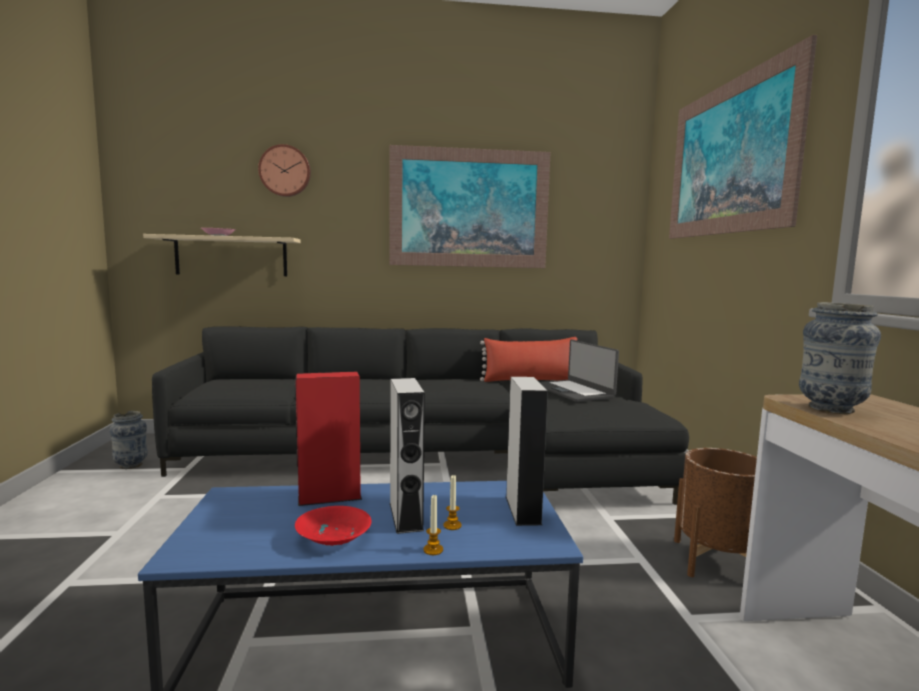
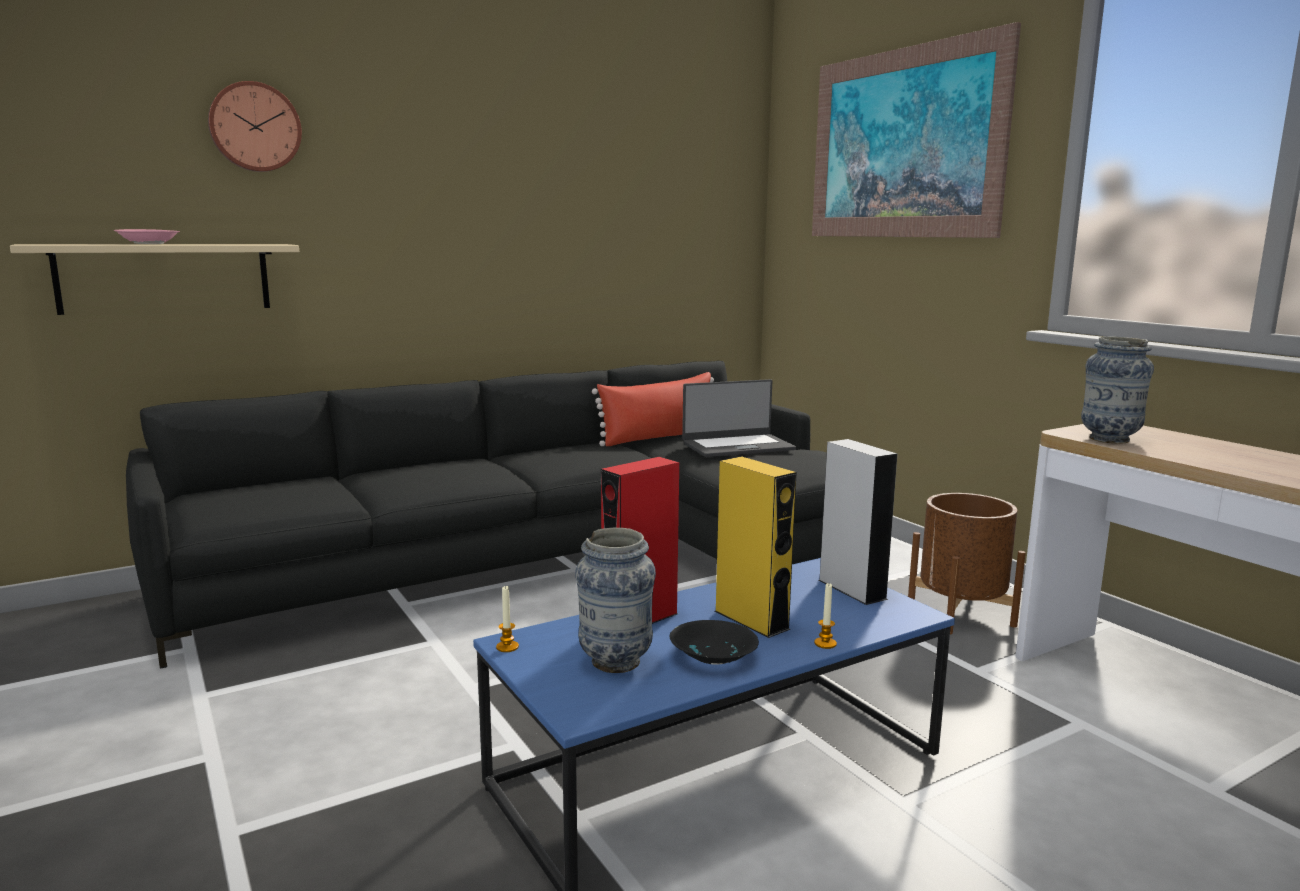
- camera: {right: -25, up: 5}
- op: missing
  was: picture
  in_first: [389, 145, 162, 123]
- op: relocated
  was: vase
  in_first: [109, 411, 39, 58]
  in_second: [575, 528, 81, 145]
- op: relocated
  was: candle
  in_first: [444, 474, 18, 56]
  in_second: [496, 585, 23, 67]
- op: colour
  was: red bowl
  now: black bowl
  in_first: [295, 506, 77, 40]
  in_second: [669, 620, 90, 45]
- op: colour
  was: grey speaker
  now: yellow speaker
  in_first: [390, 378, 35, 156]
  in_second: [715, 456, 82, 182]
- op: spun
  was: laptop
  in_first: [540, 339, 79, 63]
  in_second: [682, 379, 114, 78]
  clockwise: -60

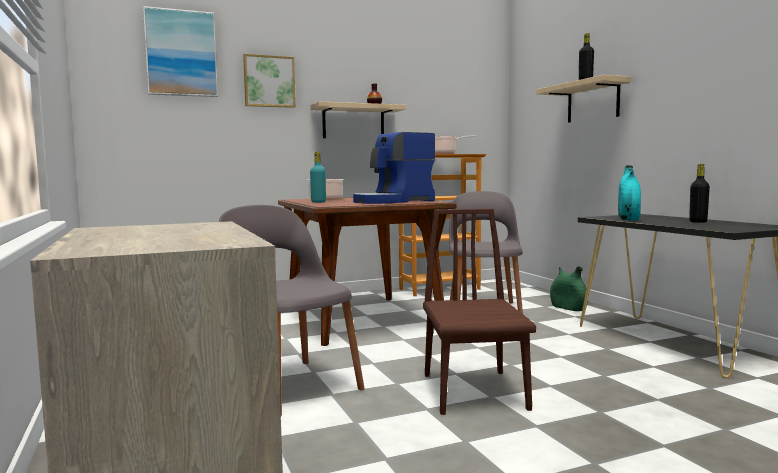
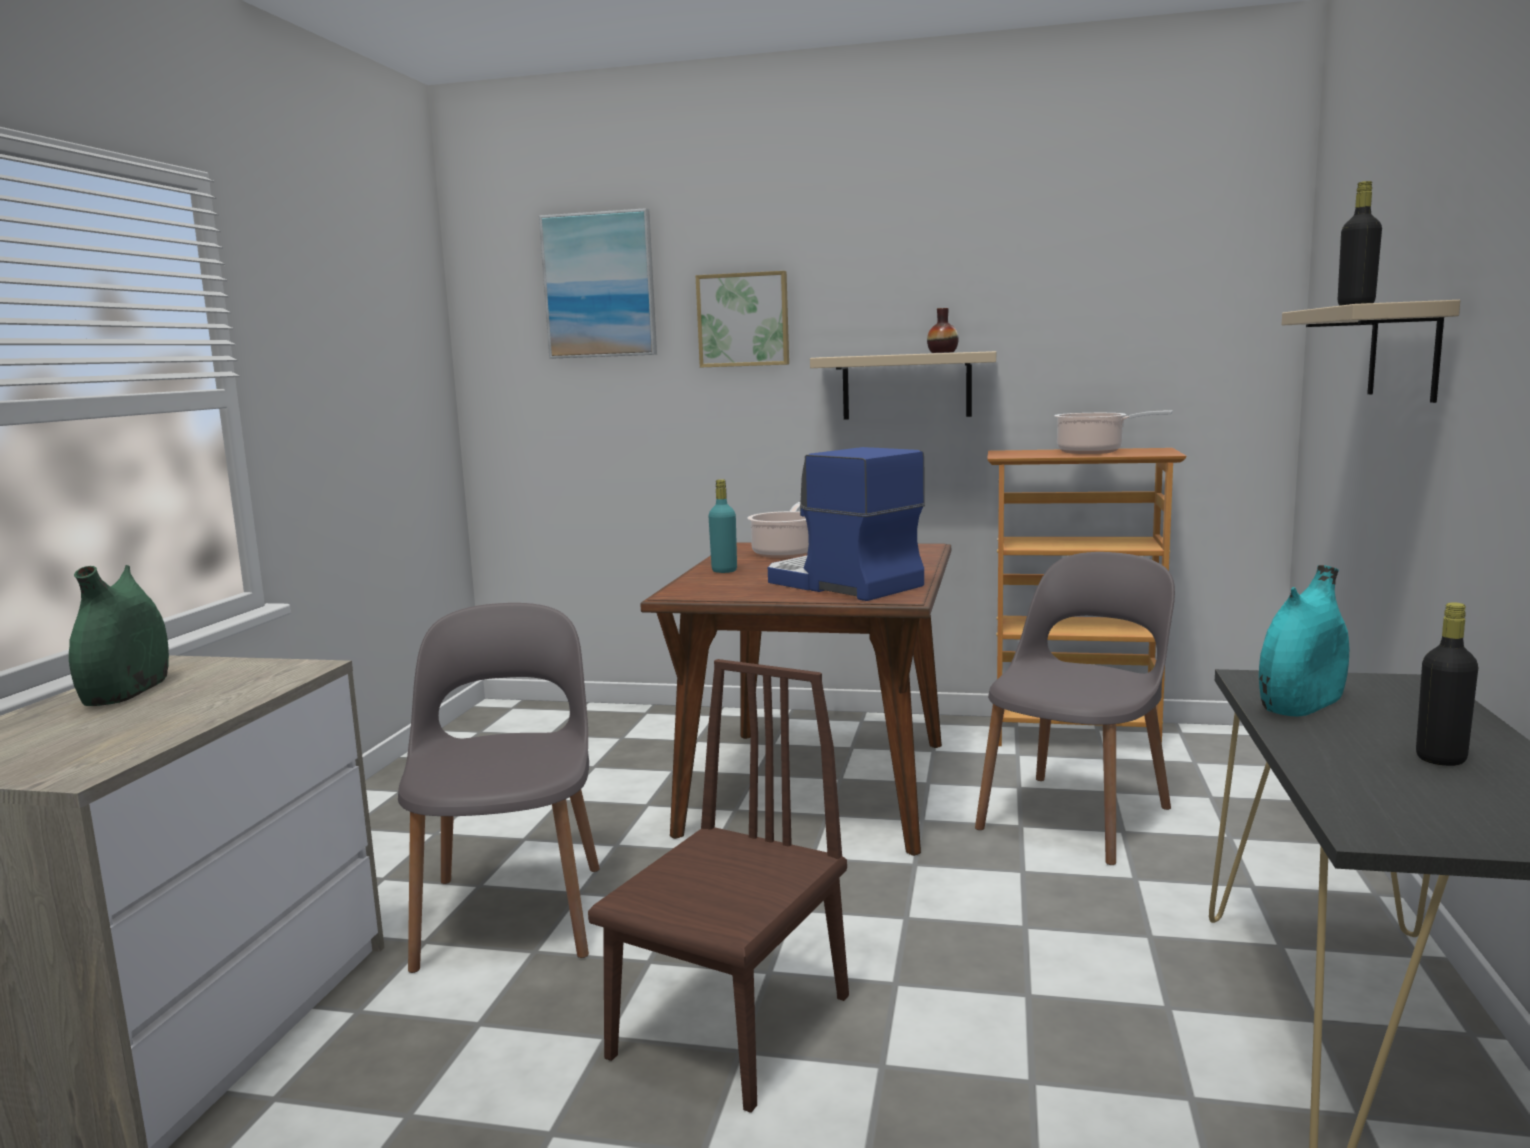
- camera: {right: 35, up: 5}
- op: relocated
  was: green vase
  in_first: [550, 266, 38, 45]
  in_second: [69, 565, 100, 141]
- op: spun
  was: coffee machine
  in_first: [353, 132, 82, 72]
  in_second: [768, 447, 157, 154]
  clockwise: 45

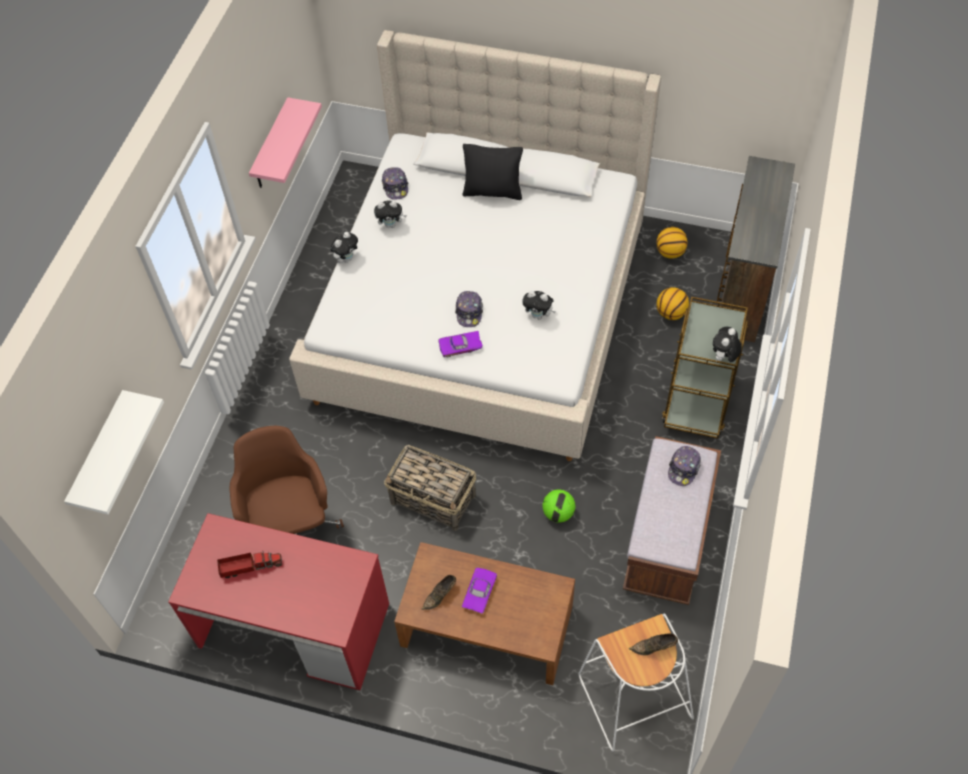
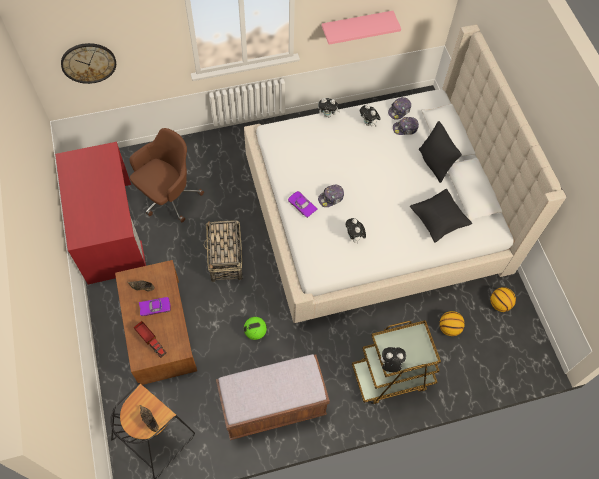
- camera: {right: 55, up: 5}
- op: missing
  was: brown dresser
  in_first: [717, 156, 78, 186]
- op: appeared
  now: black pillow
  in_second: [410, 189, 62, 53]
- op: relocated
  was: toy truck
  in_first: [217, 550, 65, 28]
  in_second: [134, 321, 33, 37]
- op: relocated
  was: cap
  in_first: [668, 446, 33, 40]
  in_second: [393, 117, 26, 18]
- op: exchanged
  was: white shelf
  now: wall clock
  in_first: [64, 390, 100, 125]
  in_second: [61, 43, 55, 41]
- op: colour
  was: white stool
  now: black stool
  in_first: [579, 613, 115, 138]
  in_second: [110, 383, 85, 96]

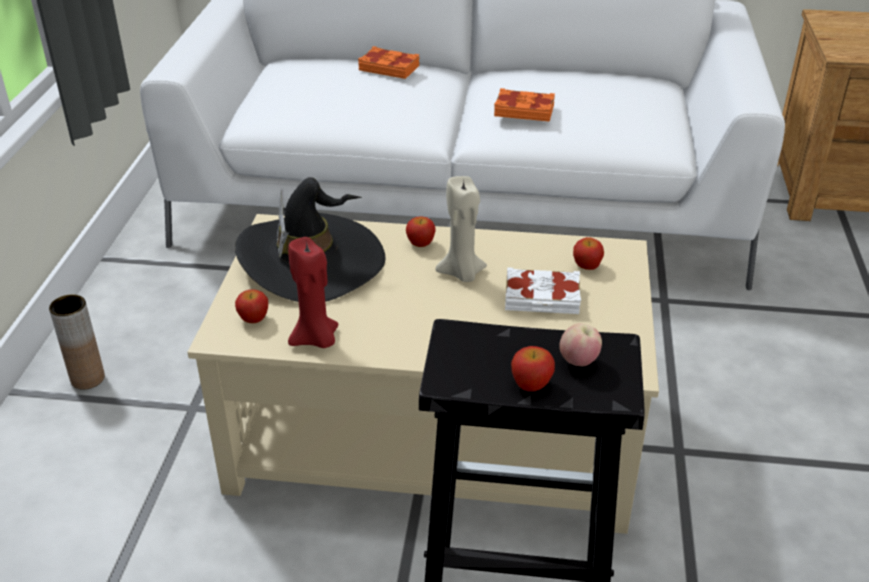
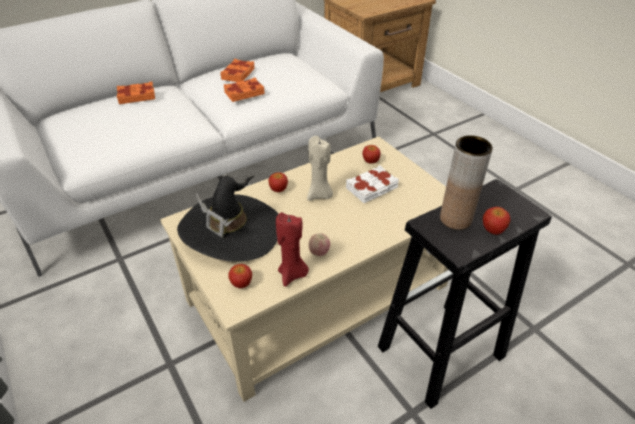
- camera: {right: -40, up: 5}
- op: appeared
  now: orange book
  in_second: [220, 59, 35, 23]
- op: relocated
  was: brown vase
  in_first: [49, 294, 56, 95]
  in_second: [440, 135, 53, 95]
- op: relocated
  was: apple
  in_first: [559, 323, 43, 43]
  in_second: [309, 233, 21, 23]

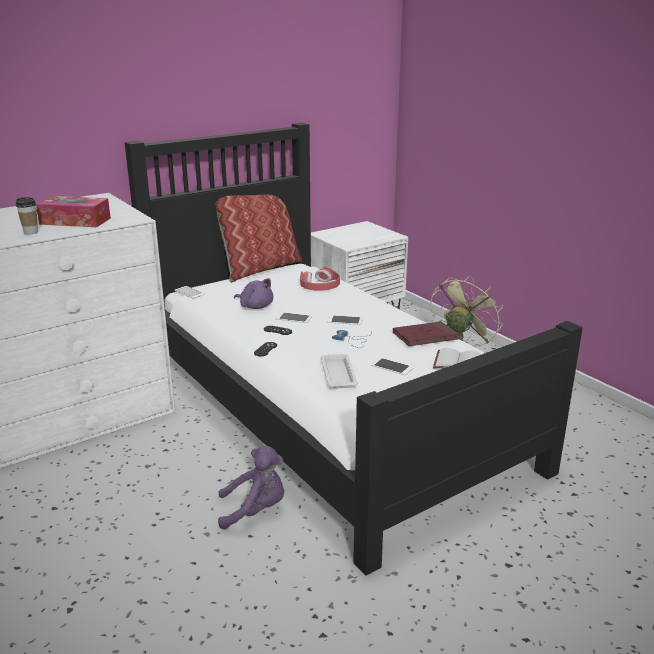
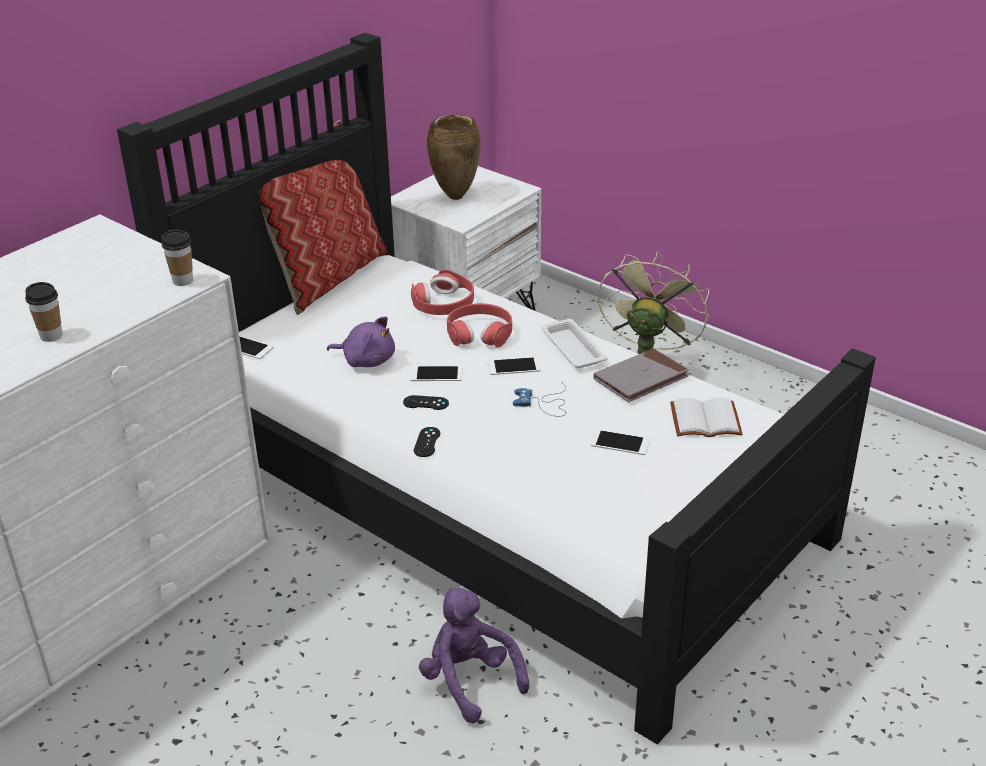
- camera: {right: -15, up: 10}
- op: missing
  was: tissue box
  in_first: [36, 196, 75, 31]
- op: appeared
  now: cup
  in_second: [161, 230, 32, 56]
- op: appeared
  now: brown vase
  in_second: [427, 115, 53, 85]
- op: appeared
  now: red headphones
  in_second: [447, 303, 65, 45]
- op: relocated
  was: white tray
  in_first: [321, 354, 37, 35]
  in_second: [541, 319, 66, 49]
- op: colour
  was: red book
  now: grey book
  in_first: [393, 321, 66, 25]
  in_second: [593, 348, 96, 54]
- op: spun
  was: purple plush toy
  in_first: [218, 446, 66, 84]
  in_second: [419, 588, 110, 136]
  clockwise: -105

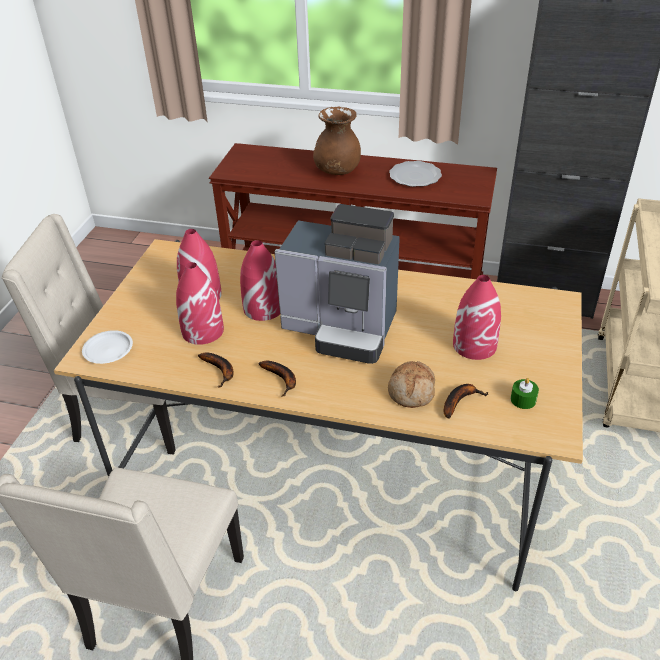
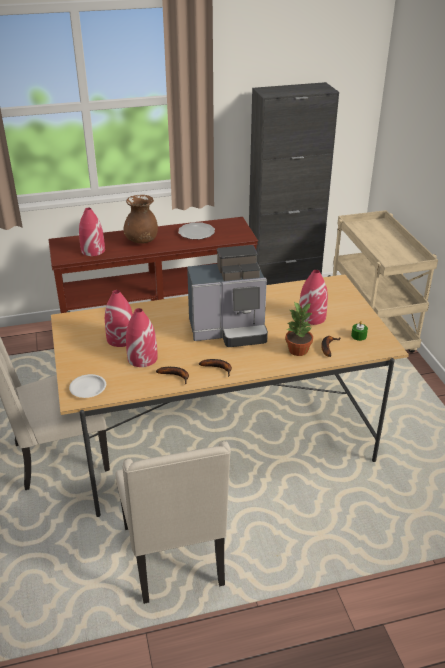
- camera: {right: -30, up: -5}
- op: relocated
  was: red vase
  in_first: [240, 240, 40, 81]
  in_second: [79, 208, 26, 48]
- op: exchanged
  was: bread
  now: potted plant
  in_first: [388, 361, 47, 47]
  in_second: [285, 302, 28, 54]

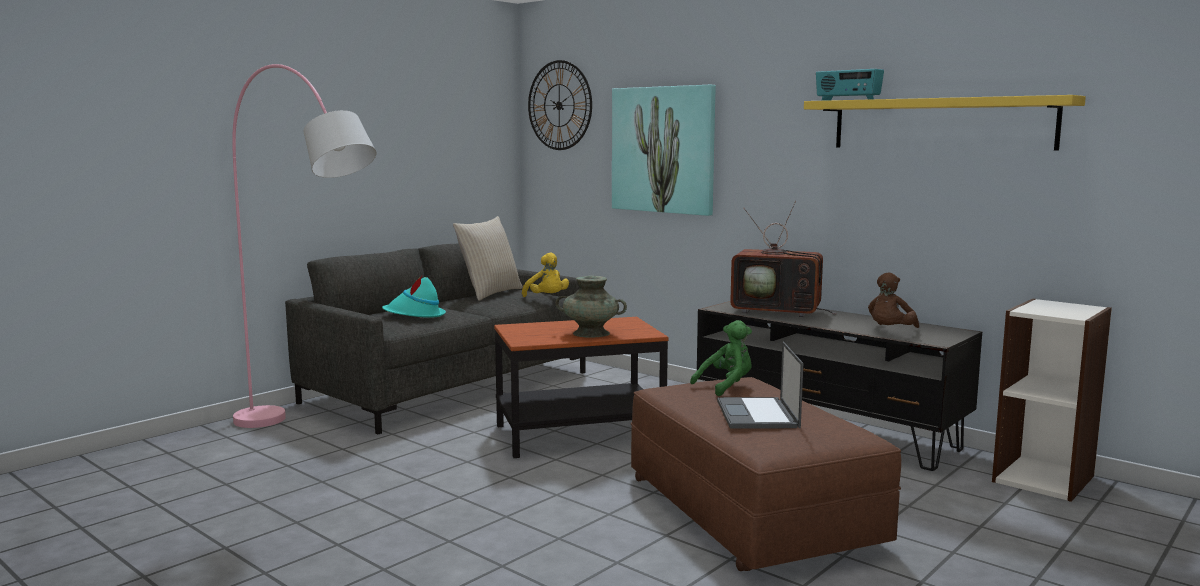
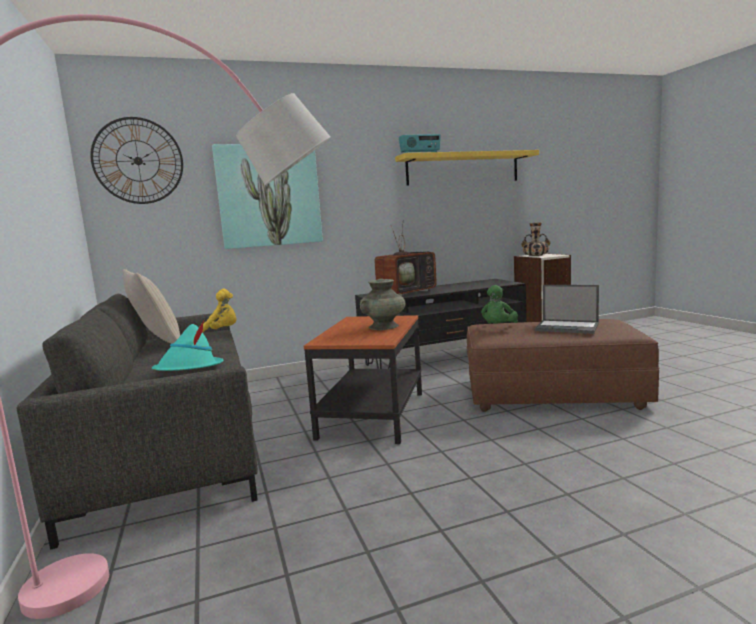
- camera: {right: -60, up: 0}
- op: missing
  was: brown plush toy
  in_first: [868, 273, 51, 55]
- op: appeared
  now: vase
  in_second: [521, 222, 30, 34]
- op: spun
  was: green plush toy
  in_first: [690, 320, 62, 76]
  in_second: [481, 285, 37, 39]
  clockwise: -150

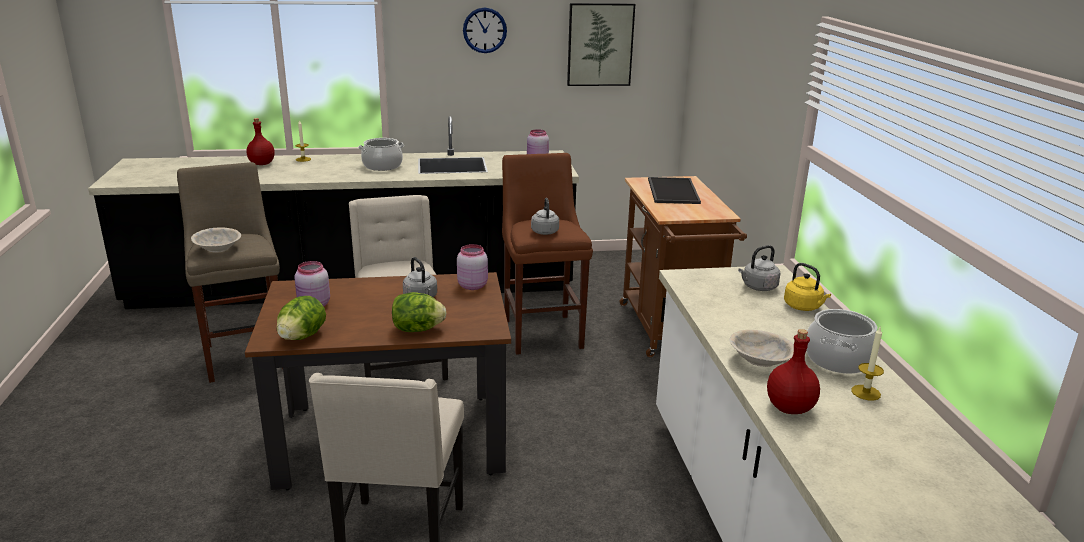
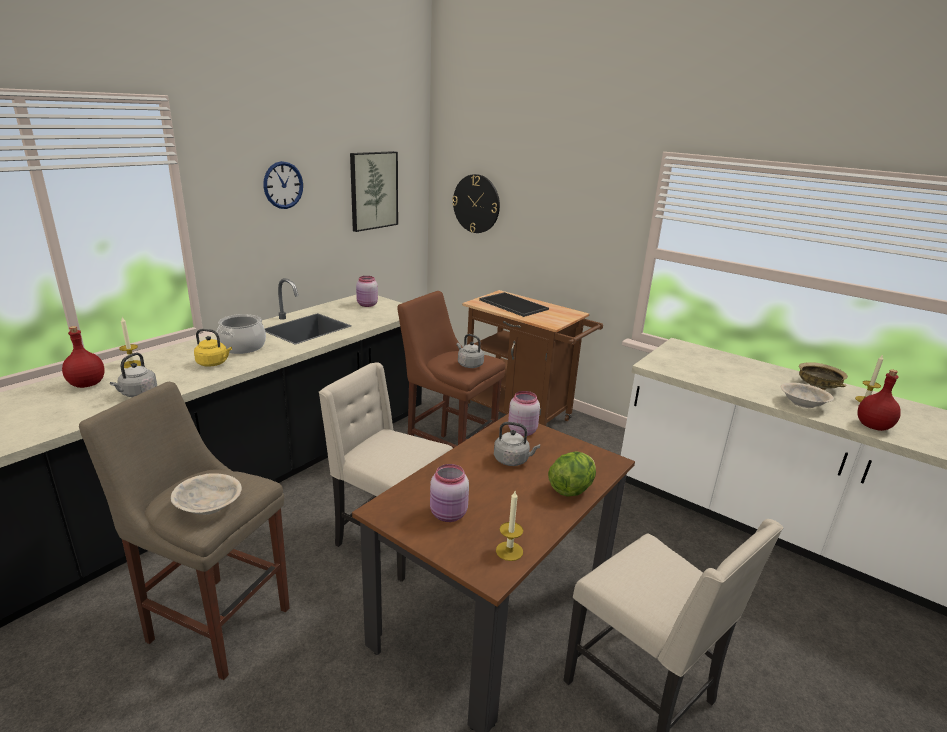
- camera: {right: -45, up: 0}
- op: appeared
  now: wall clock
  in_second: [452, 174, 48, 59]
- op: relocated
  was: grey kettle
  in_first: [738, 245, 42, 46]
  in_second: [110, 353, 47, 44]
- op: relocated
  was: yellow kettle
  in_first: [784, 263, 47, 48]
  in_second: [194, 329, 38, 38]
- op: exchanged
  was: lettuce
  now: candle
  in_first: [277, 296, 49, 44]
  in_second: [496, 491, 27, 70]
- op: exchanged
  was: cooking pot
  now: beige bowl
  in_first: [806, 309, 73, 65]
  in_second: [799, 362, 49, 28]

